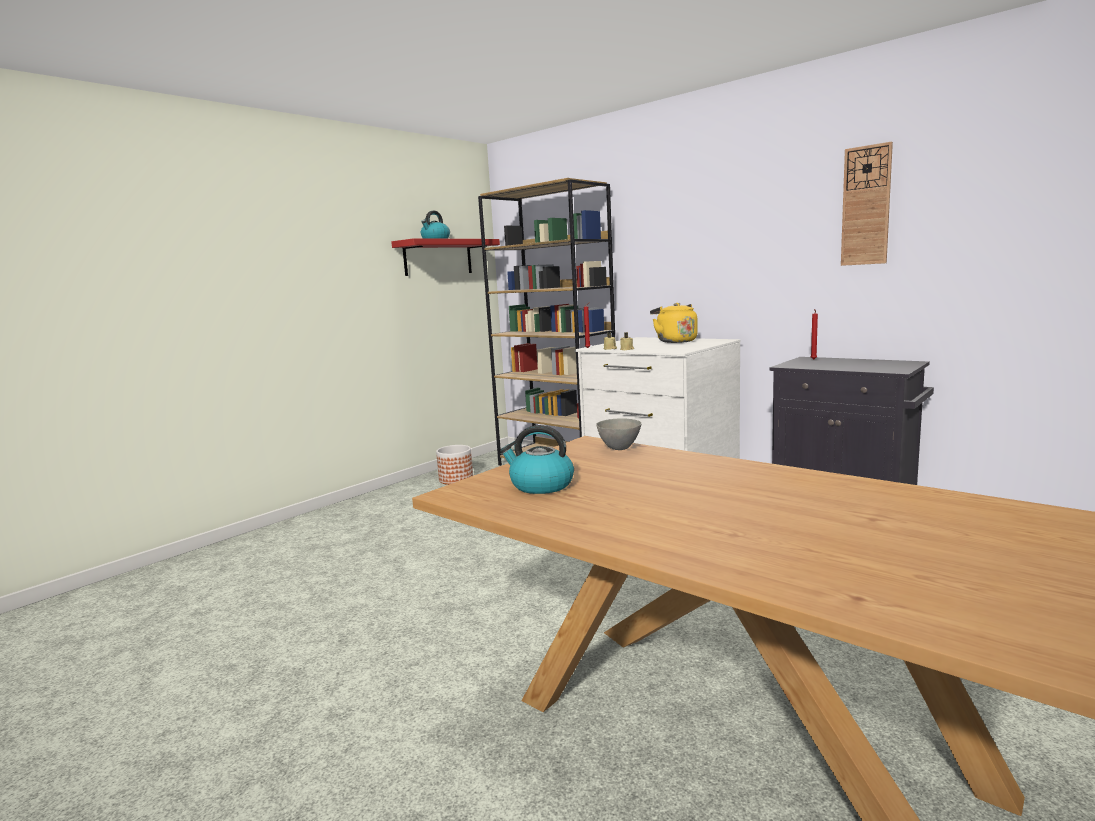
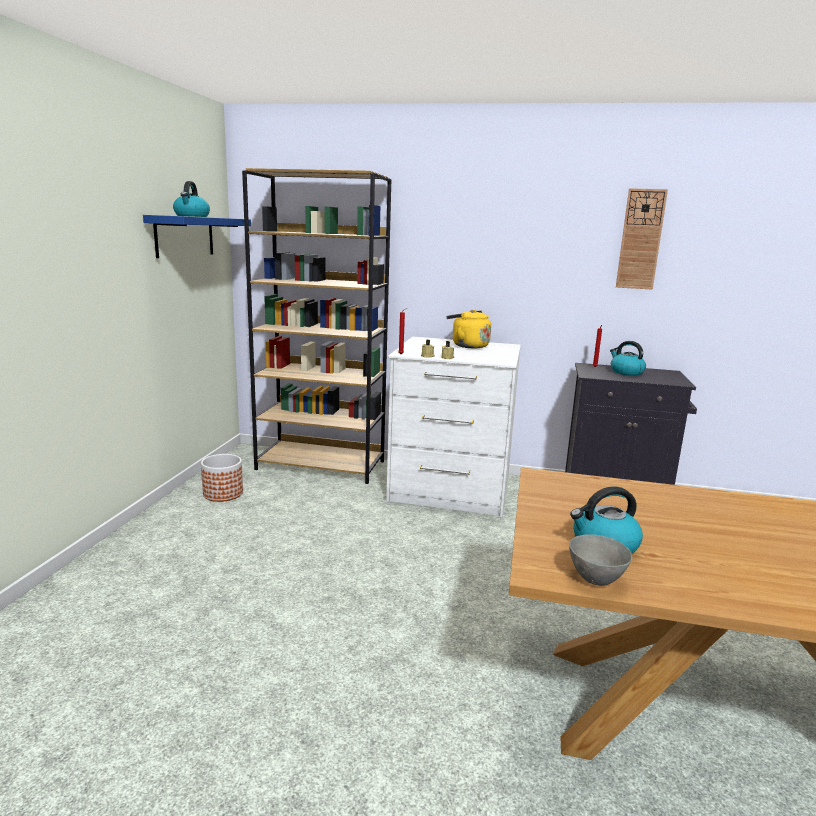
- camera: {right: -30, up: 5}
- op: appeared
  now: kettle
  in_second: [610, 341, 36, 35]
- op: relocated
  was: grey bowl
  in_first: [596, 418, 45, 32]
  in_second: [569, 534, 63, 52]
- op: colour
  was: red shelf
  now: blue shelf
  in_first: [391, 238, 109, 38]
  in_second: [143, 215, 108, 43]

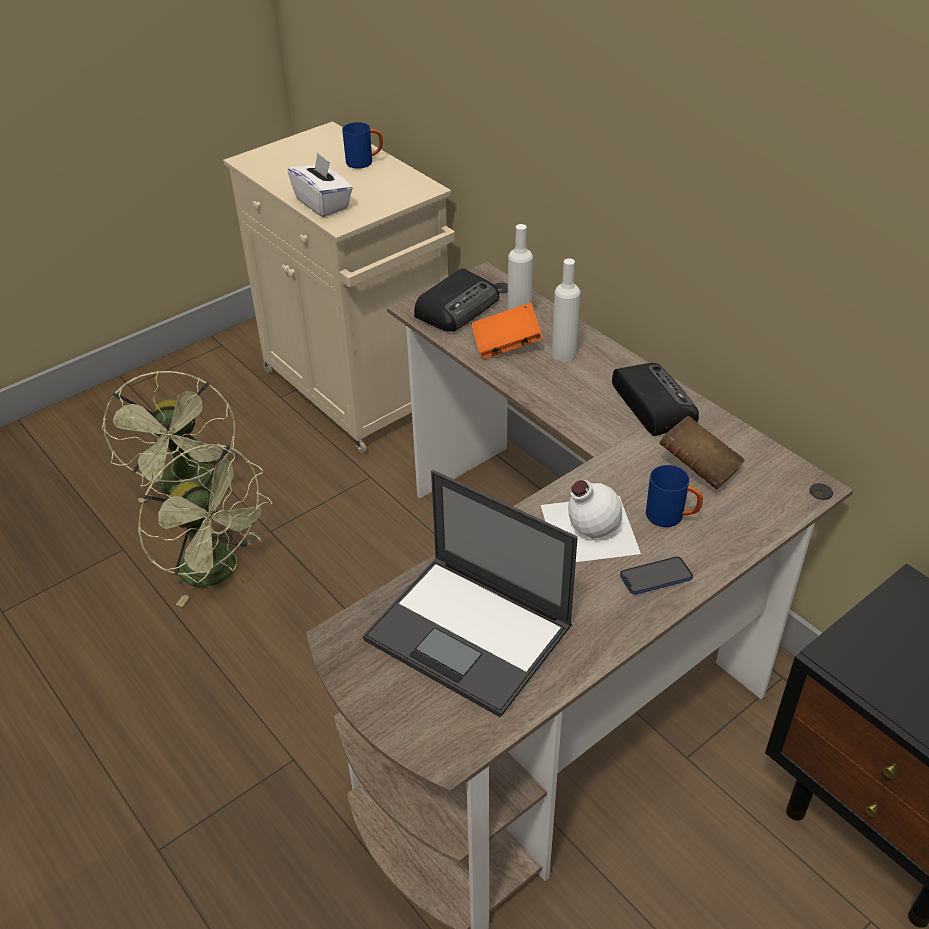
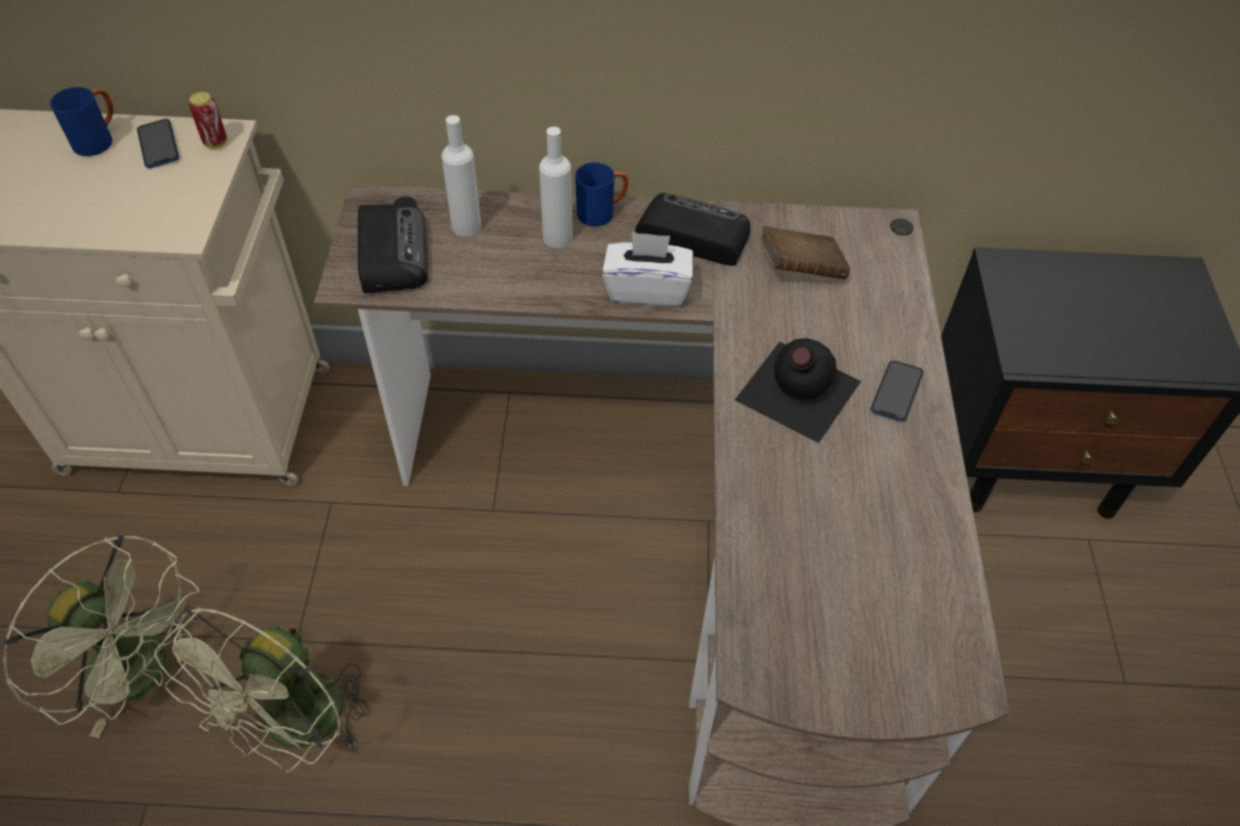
- camera: {right: -50, up: 10}
- op: missing
  was: laptop
  in_first: [362, 470, 216, 247]
- op: missing
  was: orange book
  in_first: [472, 302, 71, 57]
- op: appeared
  now: phone
  in_second: [137, 119, 42, 49]
- op: appeared
  now: can
  in_second: [189, 92, 38, 56]
- op: relocated
  was: white tissue box
  in_first: [288, 152, 65, 65]
  in_second: [602, 232, 91, 75]
- op: relocated
  was: blue mug
  in_first: [646, 465, 57, 62]
  in_second: [575, 162, 53, 65]
- op: colour
  was: white bottle
  now: black bottle
  in_first: [541, 480, 100, 82]
  in_second: [735, 338, 126, 105]
- op: spun
  was: green fan
  in_first: [137, 443, 135, 164]
  in_second: [154, 607, 216, 165]
  clockwise: 120

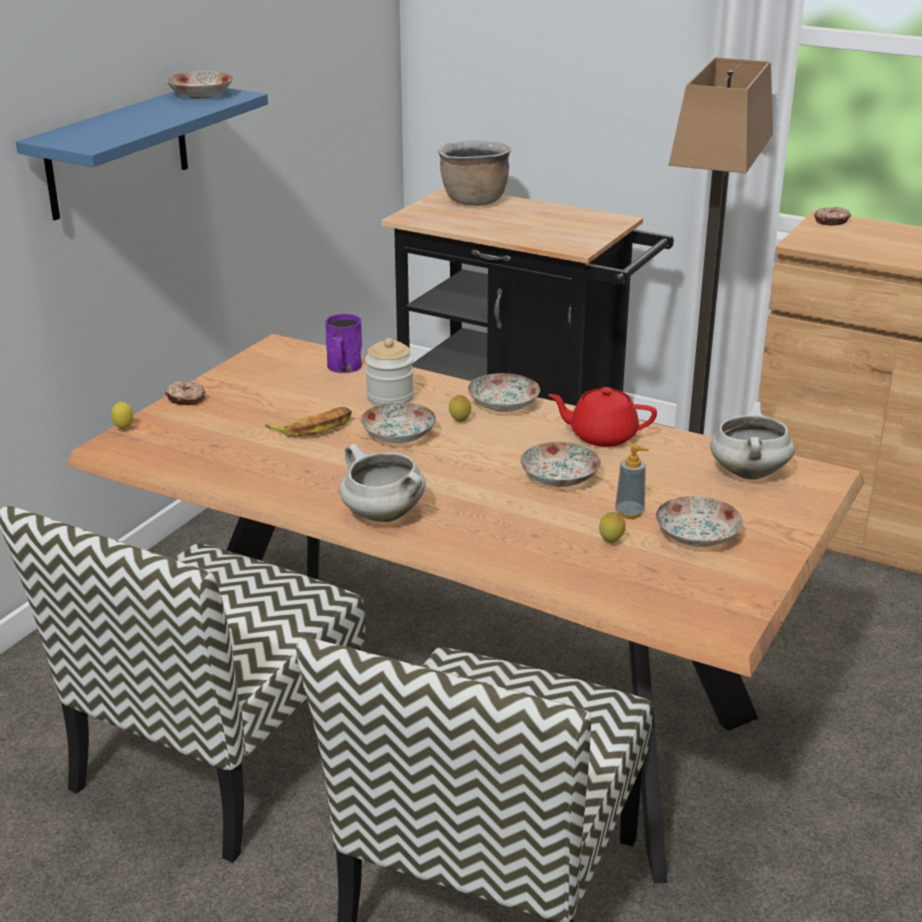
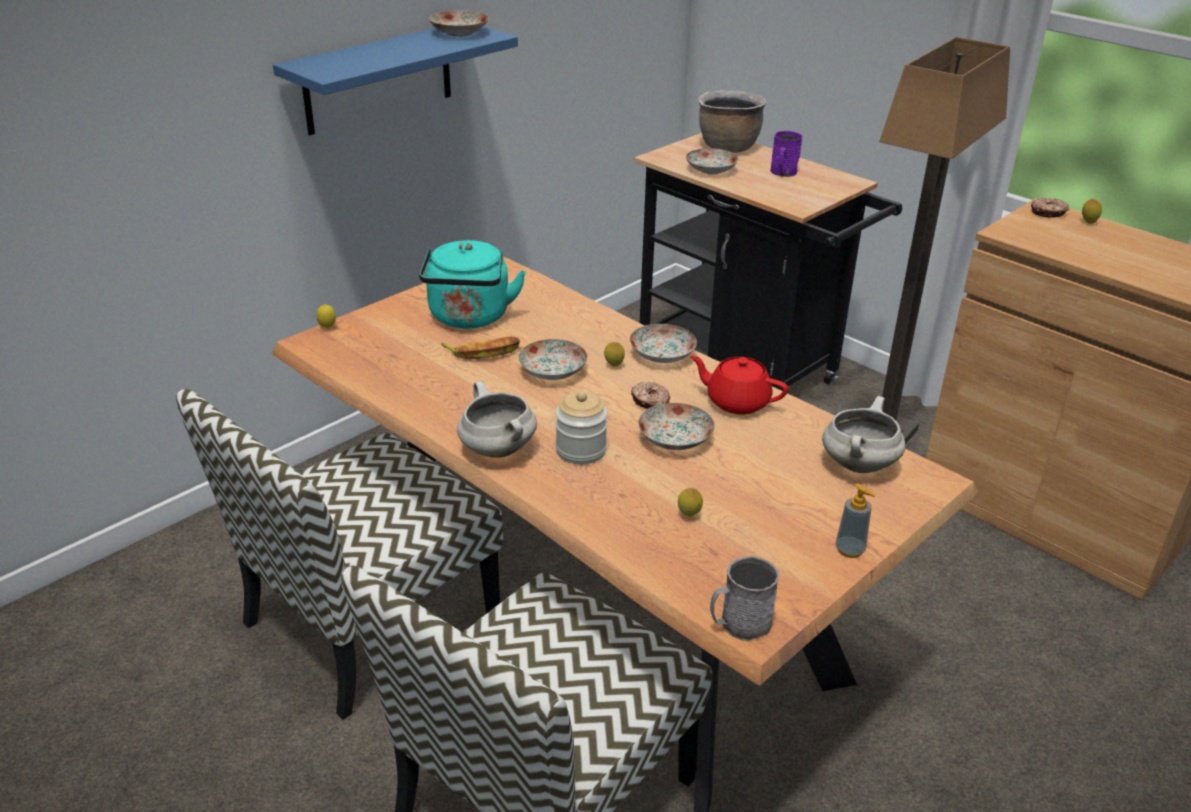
- camera: {right: 15, up: 5}
- op: appeared
  now: turquoise kettle
  in_second: [419, 240, 107, 89]
- op: appeared
  now: grey mug
  in_second: [710, 555, 69, 86]
- op: appeared
  now: lemon
  in_second: [1082, 199, 20, 25]
- op: relocated
  was: donut
  in_first: [165, 381, 40, 24]
  in_second: [631, 382, 39, 27]
- op: relocated
  was: purple mug
  in_first: [325, 314, 37, 59]
  in_second: [770, 131, 33, 46]
- op: relocated
  was: jar
  in_first: [365, 338, 49, 67]
  in_second: [555, 391, 53, 74]
- op: relocated
  was: soap dispenser
  in_first: [615, 443, 34, 76]
  in_second: [835, 483, 41, 75]
- op: relocated
  was: plate
  in_first: [656, 496, 87, 51]
  in_second: [686, 148, 53, 26]

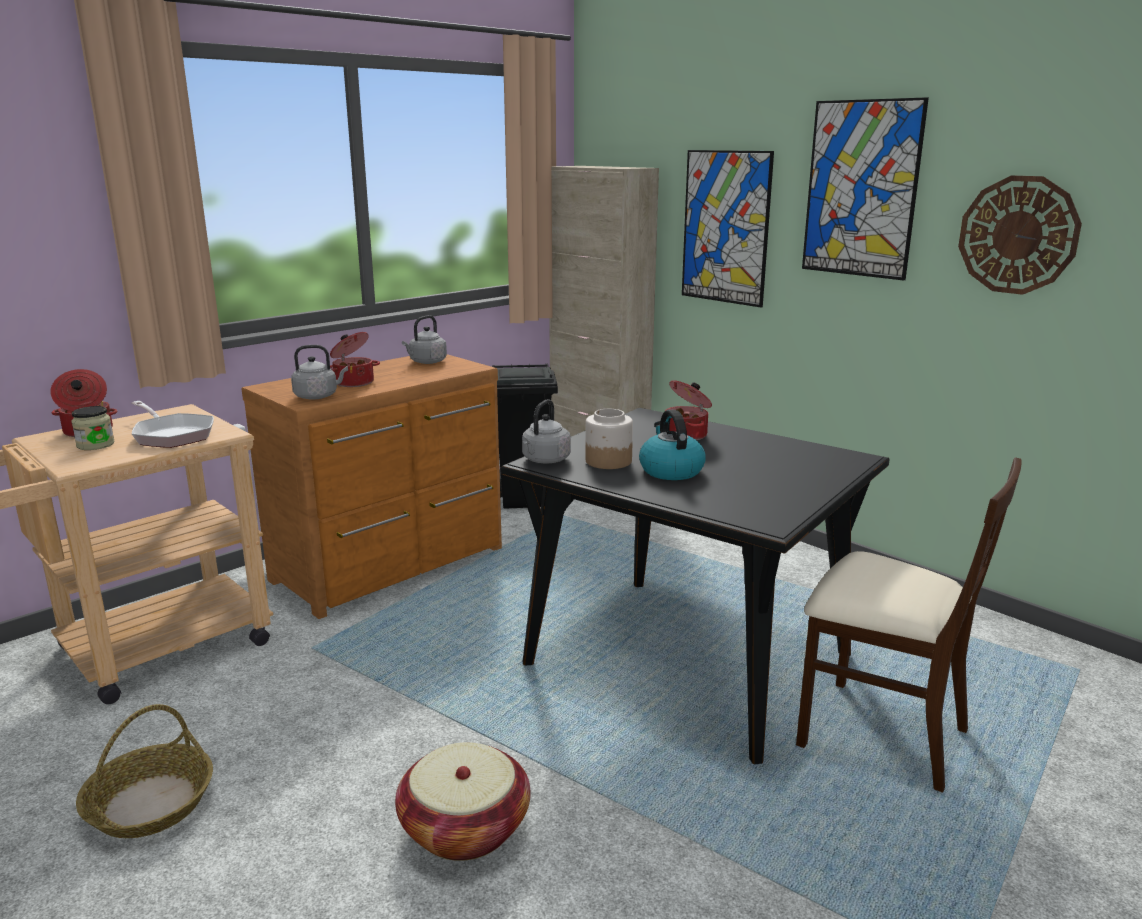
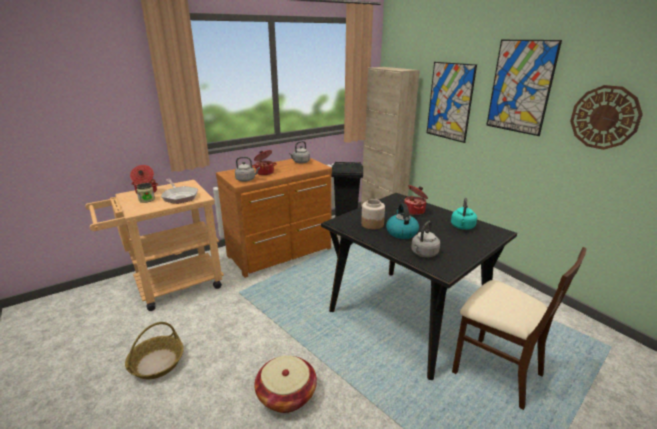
- camera: {right: 10, up: 5}
- op: appeared
  now: turquoise kettle
  in_second: [451, 198, 26, 32]
- op: relocated
  was: grey kettle
  in_first: [522, 399, 49, 64]
  in_second: [411, 221, 29, 36]

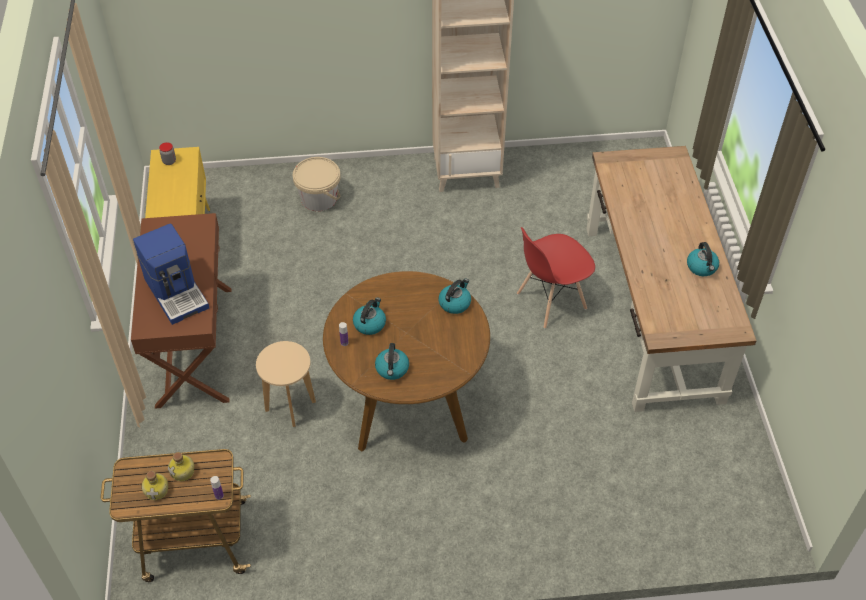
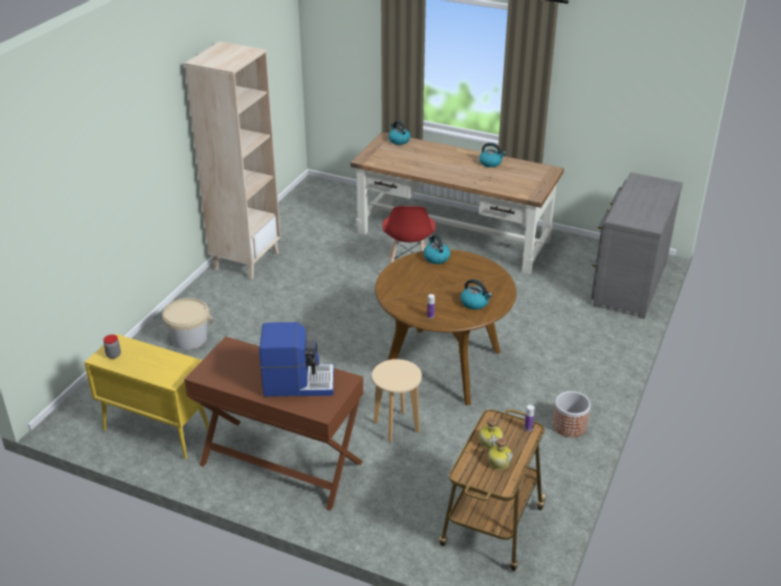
- camera: {right: -60, up: -15}
- op: appeared
  now: planter
  in_second: [553, 391, 38, 46]
- op: appeared
  now: grey dresser
  in_second: [591, 172, 92, 147]
- op: relocated
  was: kettle
  in_first: [353, 298, 33, 37]
  in_second: [388, 121, 23, 24]

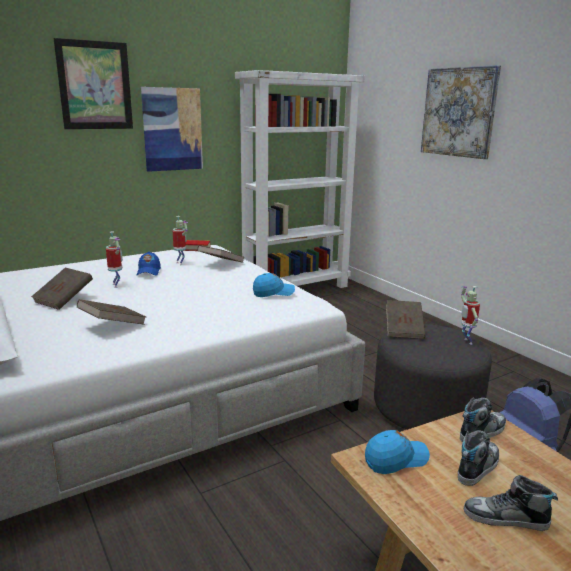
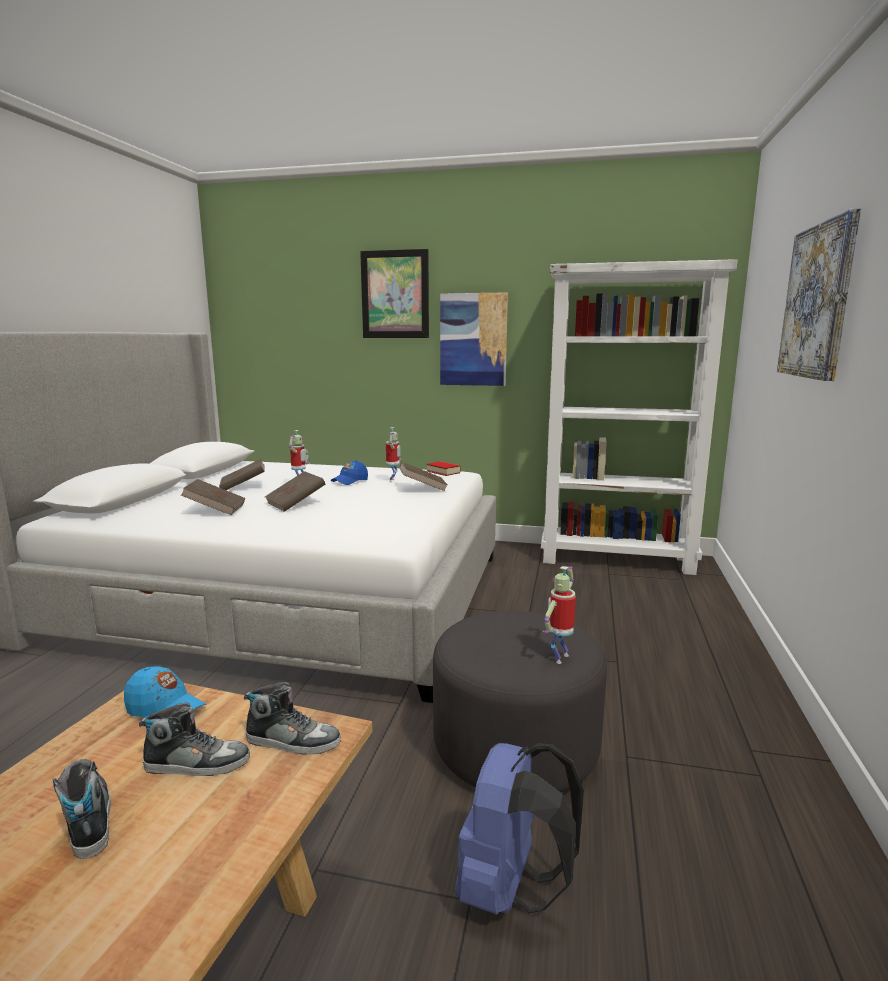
- camera: {right: 45, up: -5}
- op: missing
  was: blue cap
  in_first: [253, 273, 42, 24]
- op: relocated
  was: brown book
  in_first: [386, 300, 39, 39]
  in_second: [265, 471, 61, 41]

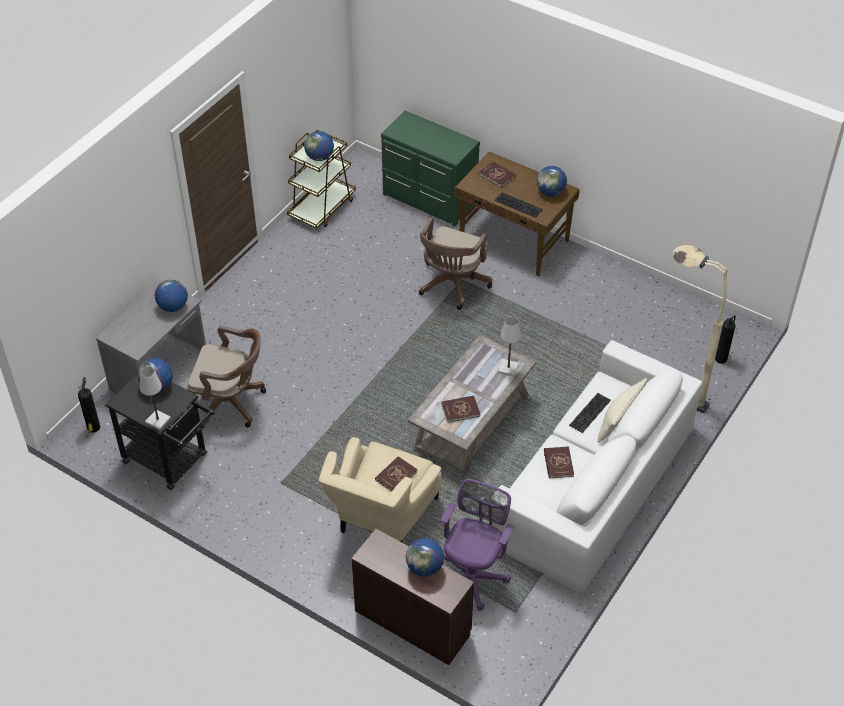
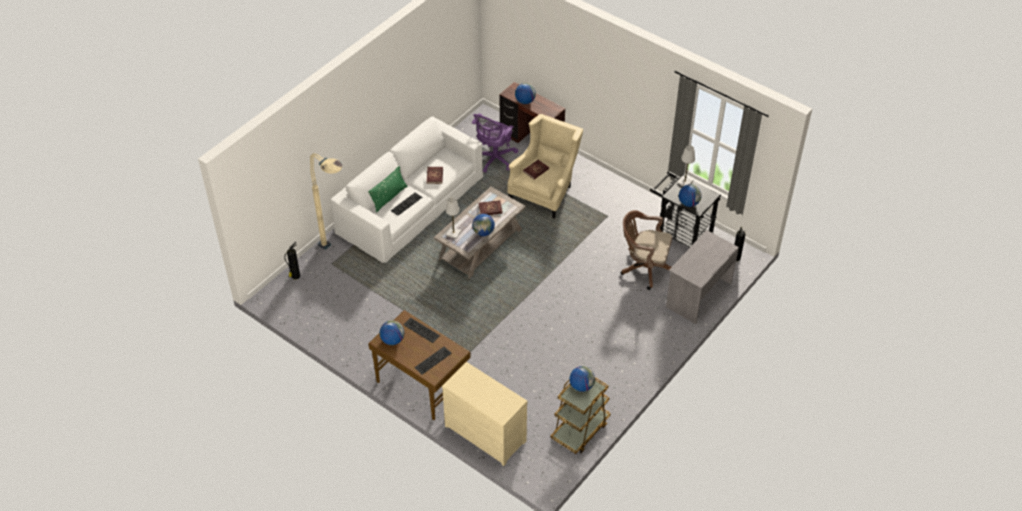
- camera: {right: -175, up: 0}
- op: missing
  was: brown office chair
  in_first: [419, 217, 73, 93]
- op: relocated
  was: globe
  in_first: [155, 279, 33, 33]
  in_second: [472, 214, 23, 22]
- op: exchanged
  was: red book
  now: keyboard
  in_first: [479, 161, 37, 27]
  in_second: [414, 347, 38, 28]
- op: colour
  was: green dresser
  now: beige dresser
  in_first: [381, 111, 99, 116]
  in_second: [442, 362, 86, 104]
- op: colour
  was: beige pillow
  now: green pillow
  in_first: [597, 378, 50, 65]
  in_second: [368, 166, 39, 46]

